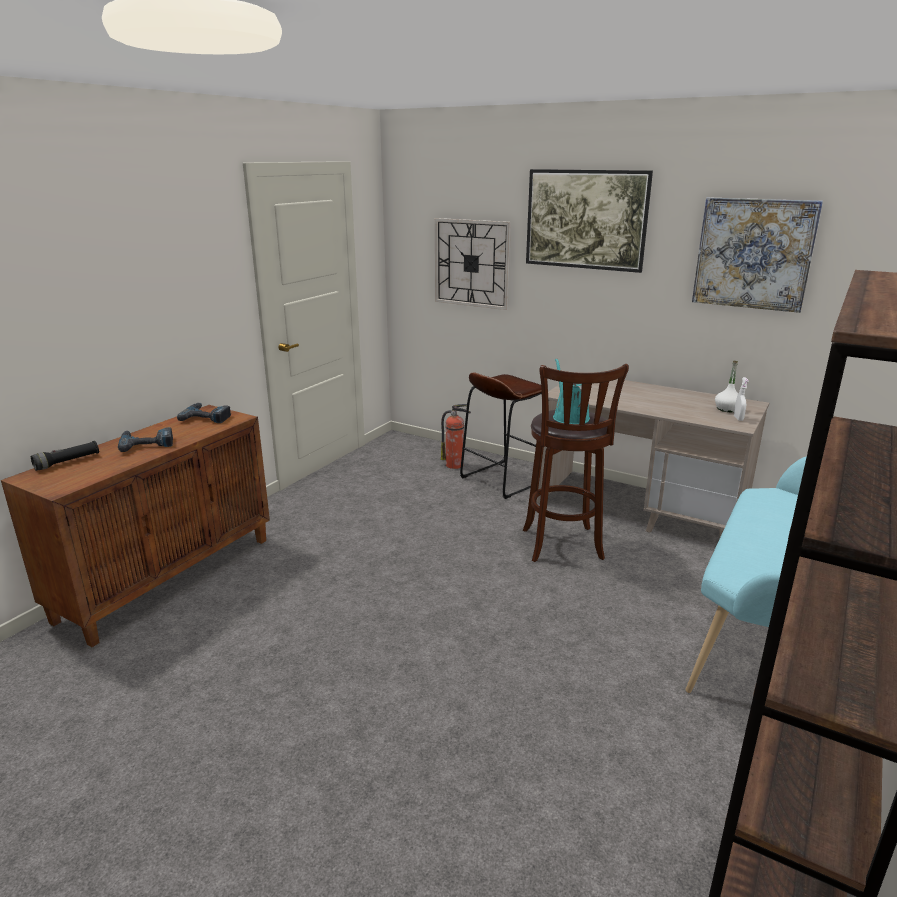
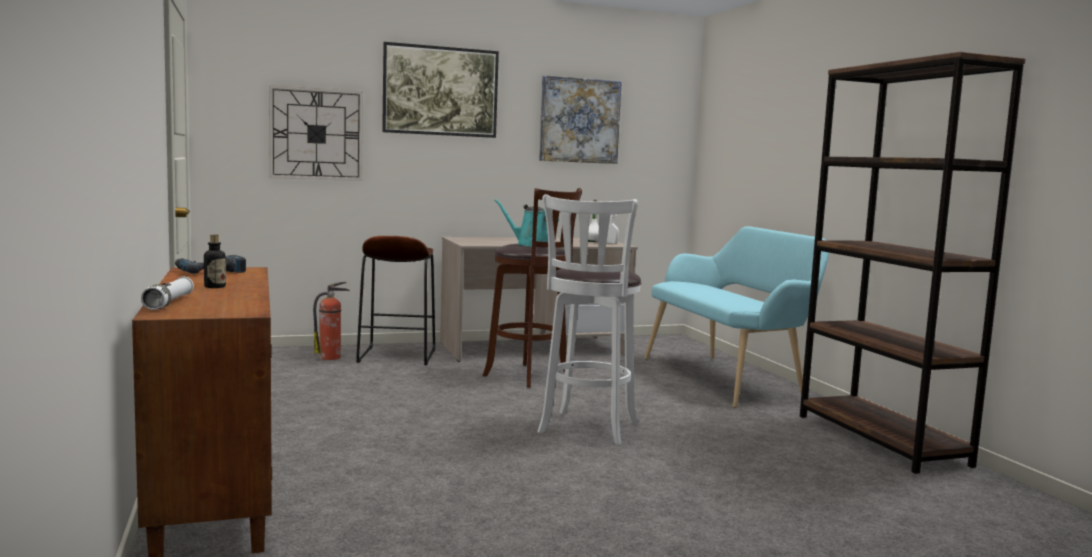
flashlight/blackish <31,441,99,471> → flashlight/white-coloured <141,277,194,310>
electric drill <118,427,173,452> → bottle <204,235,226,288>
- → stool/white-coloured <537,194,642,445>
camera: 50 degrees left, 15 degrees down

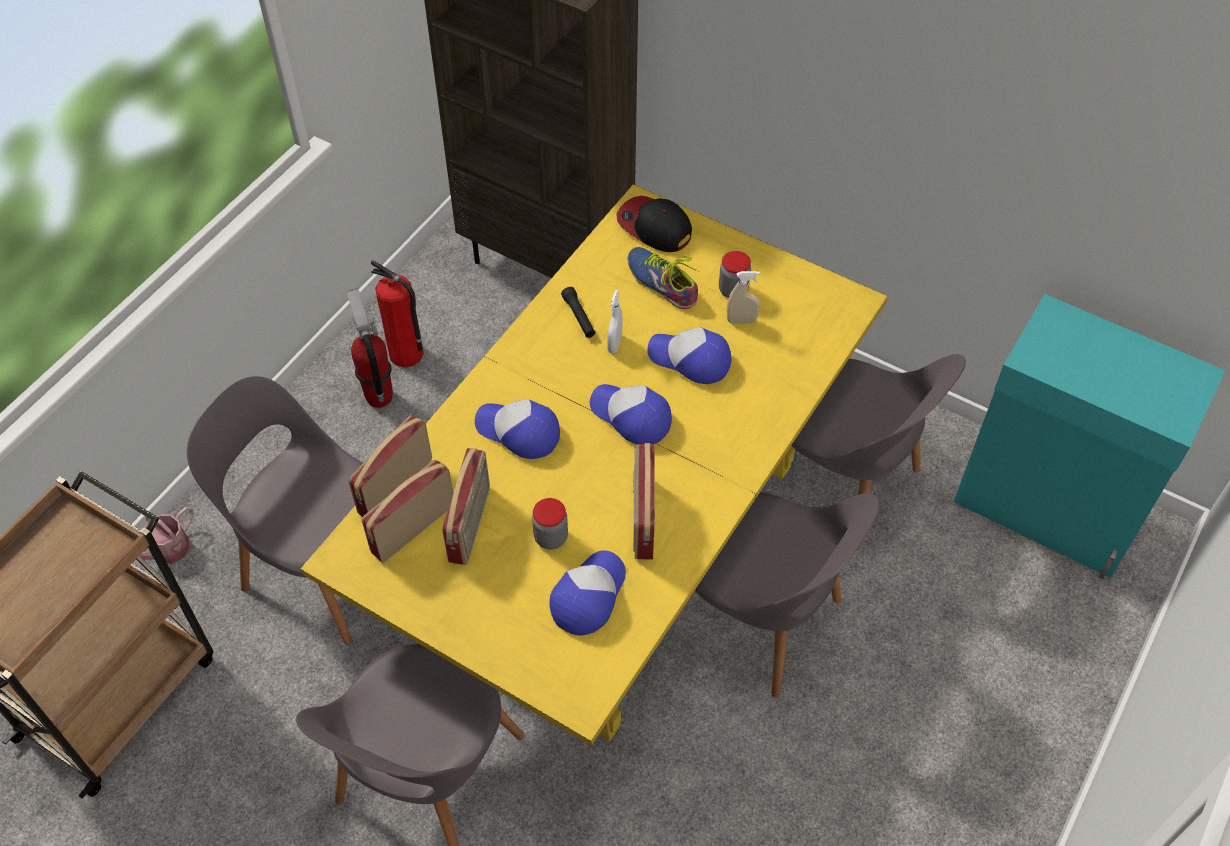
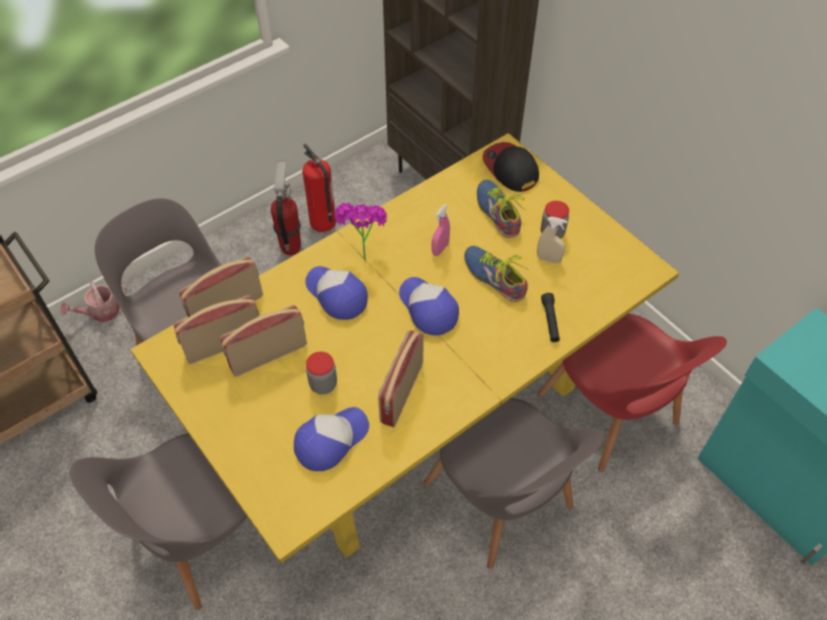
radio <442,448,490,565> → radio <220,305,307,377>, 150 degrees counterclockwise
flashlight/blackish <561,287,595,338> → flashlight/blackish <541,293,560,342>, move
hand sprayer/white-coloured <607,290,622,354> → hand sprayer/pinkish <432,204,450,256>
peaked cap <648,328,732,384> → low shoe <464,246,530,302>
chair/grey <791,354,966,550> → chair/red <538,313,727,472>
- → houseplant <334,203,387,260>
camera: 20 degrees right, 0 degrees up

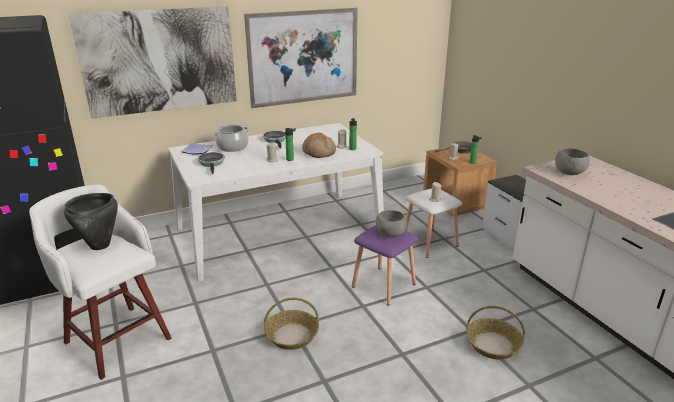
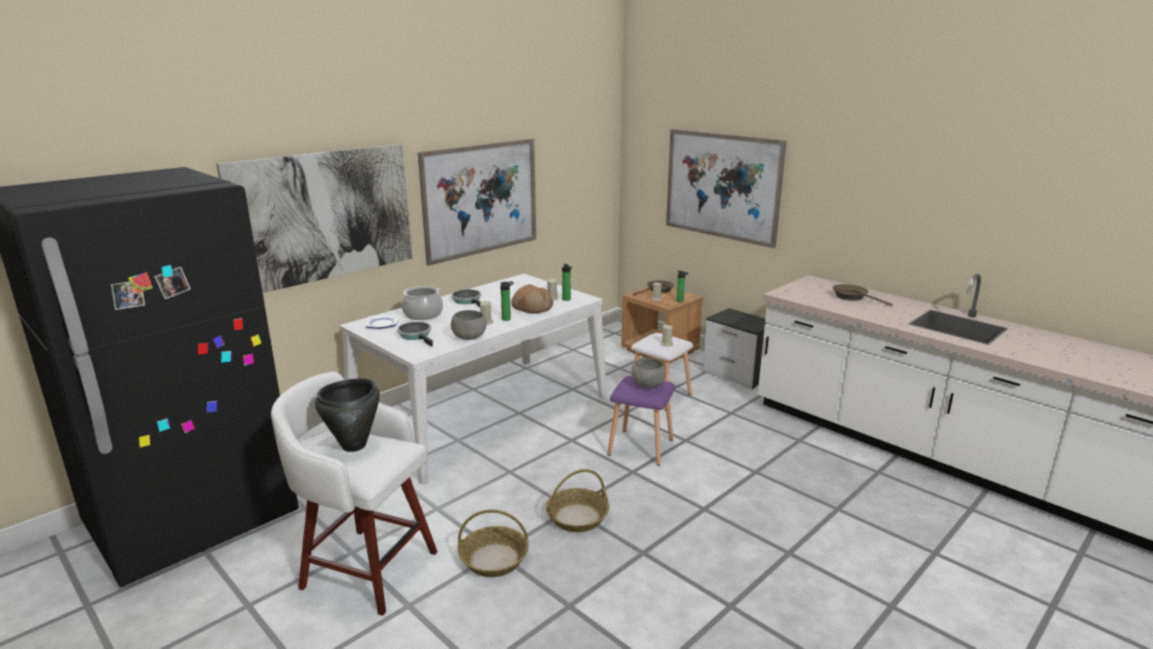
household basket <466,306,525,360> → household basket <458,509,528,577>, move
deep dish/grey <555,148,590,175> → deep dish/grey <451,310,487,340>, move
- → wall picture <666,129,787,248>
- → frying pan/brown <832,284,893,306>
camera: 20 degrees left, 5 degrees down

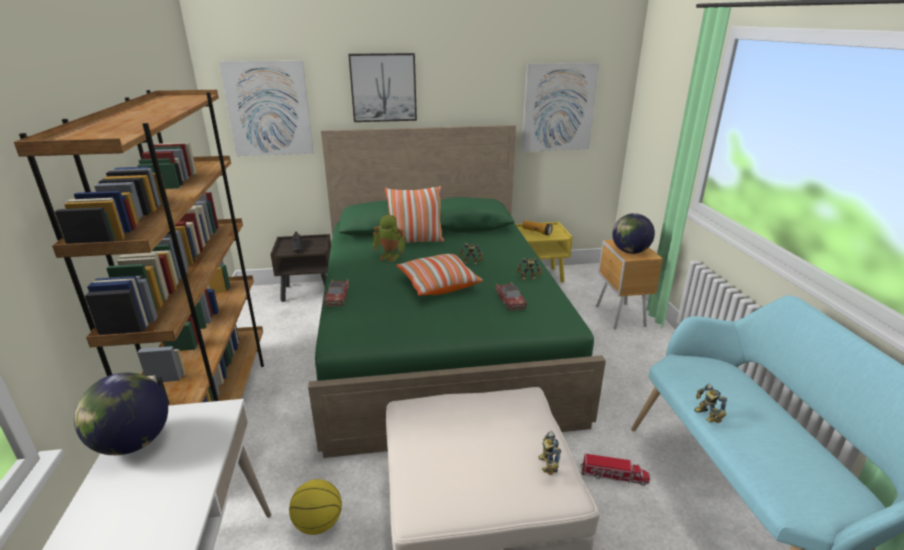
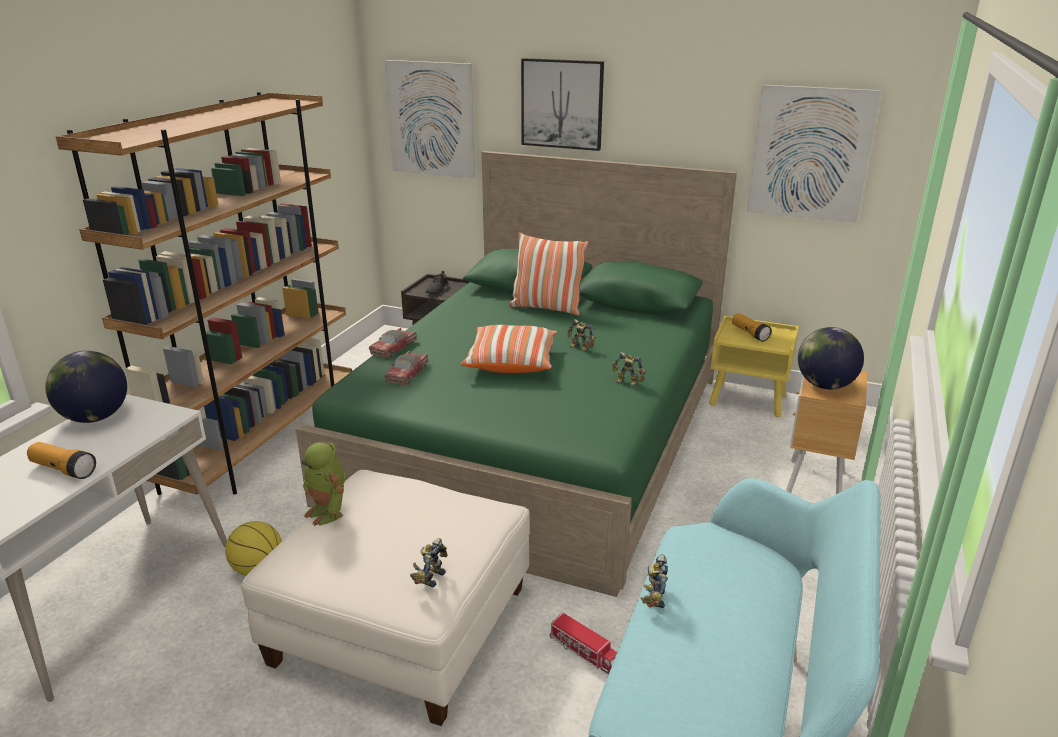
model robot <373,215,406,262> → model robot <301,442,345,526>, move
model car <495,282,527,311> → model car <384,351,428,385>, move
- → flashlight <27,442,96,479>
camera: 30 degrees right, 0 degrees up

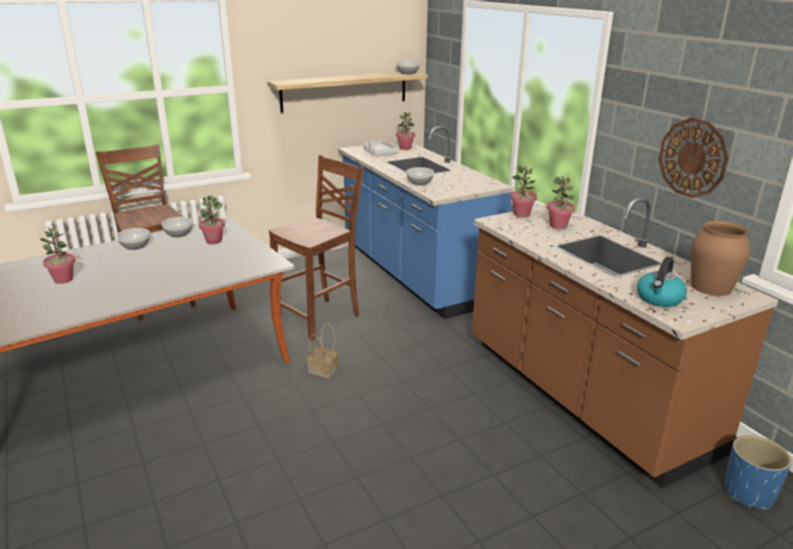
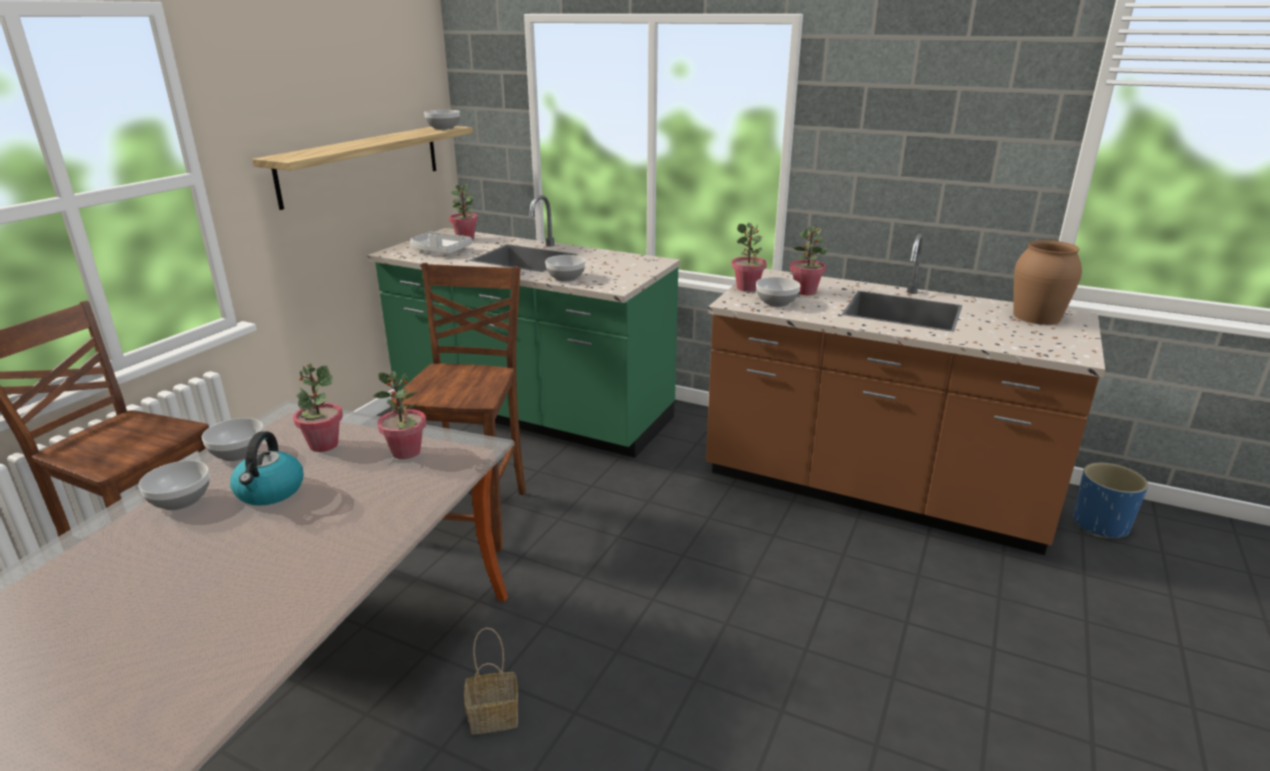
houseplant <40,227,76,284> → houseplant <373,371,426,459>, move
household basket <306,323,338,378> → household basket <464,627,518,734>, move
counter/bluish <338,126,514,319> → counter/green <367,195,680,458>
kettle <637,257,687,307> → kettle <230,431,304,506>, move
clock on the wall <658,118,729,198> → -
- → deep dish <756,277,801,307>
camera: 35 degrees left, 0 degrees up

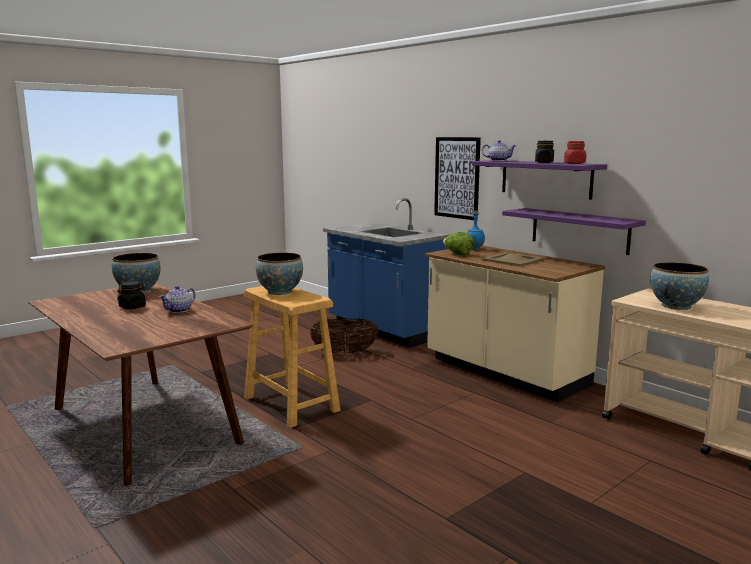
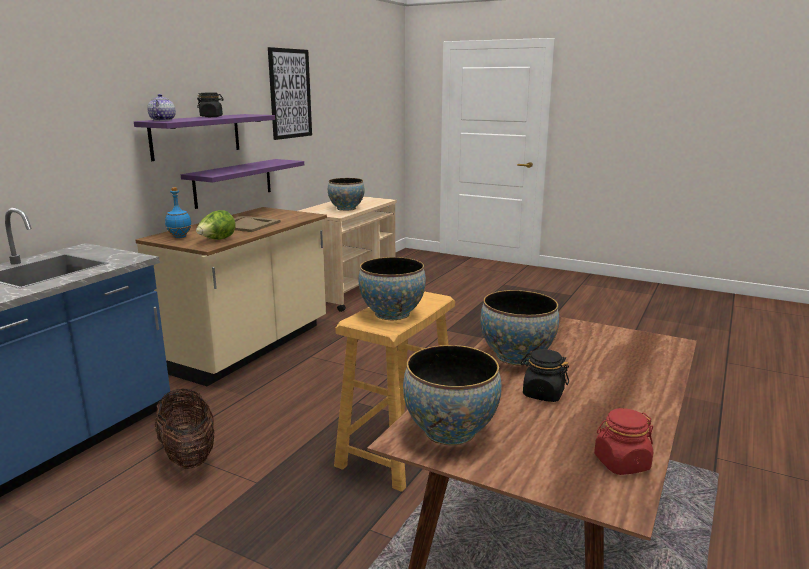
pot for tea <159,286,196,313> → deep dish <481,290,559,365>
wall picture <434,137,481,220> → wall picture <268,47,312,140>, move
storage jar/red <564,141,586,164> → storage jar/red <594,408,653,475>, move
camera: 110 degrees left, 5 degrees up

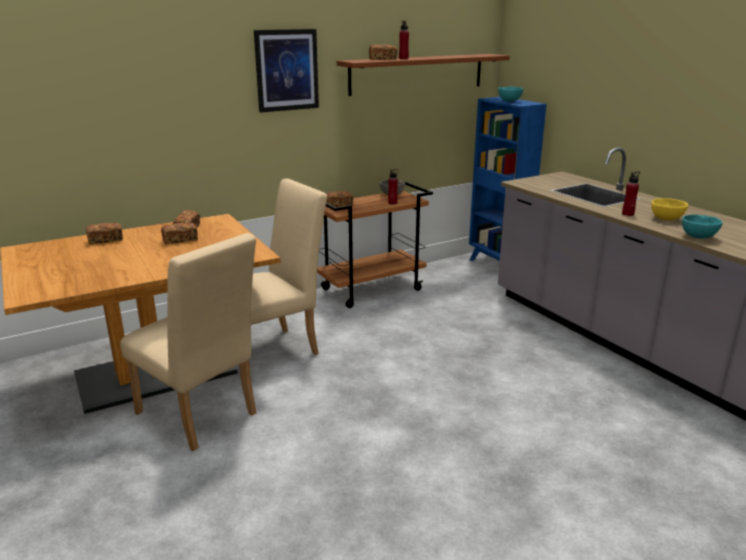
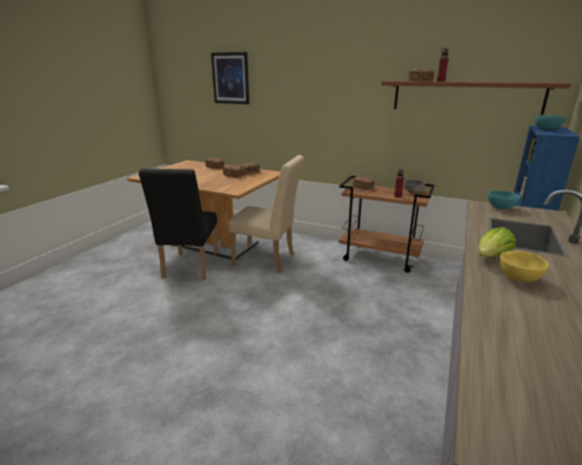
chair/beige-coloured <120,233,257,451> → chair/blackish <139,169,218,279>
wall picture <254,29,319,113> → wall picture <211,52,249,104>, move
bottle/red <622,171,640,216> → lettuce <477,227,516,257>
deep dish/turquoise <682,214,723,239> → deep dish/turquoise <488,191,520,209>, move
camera: 55 degrees right, 0 degrees up

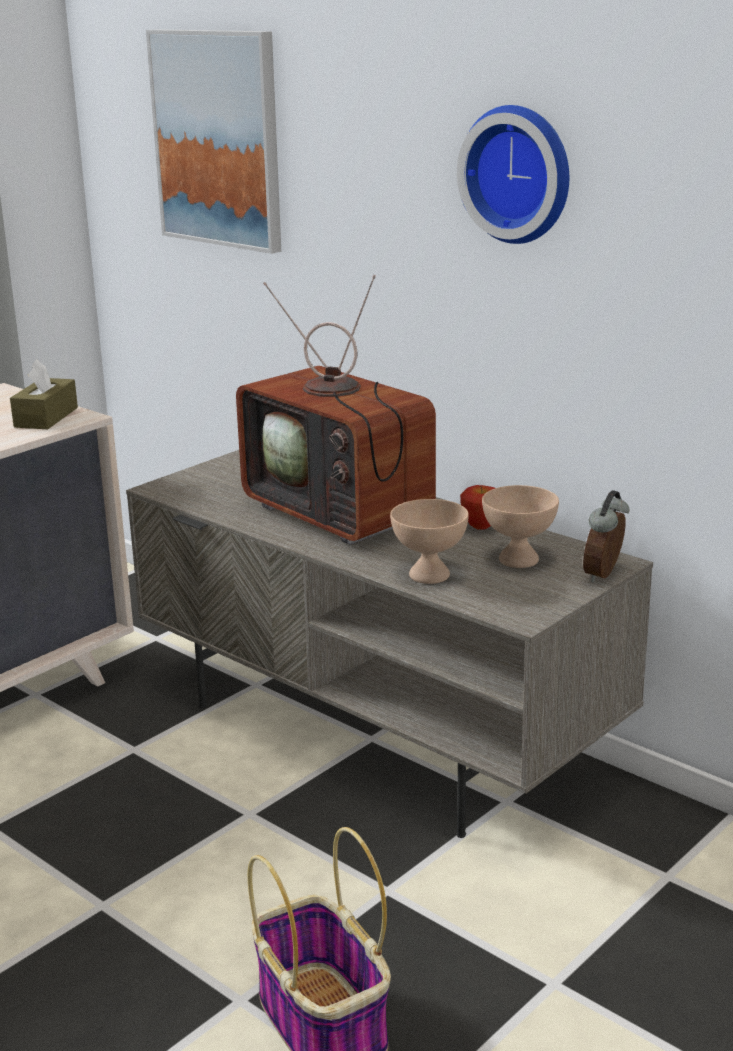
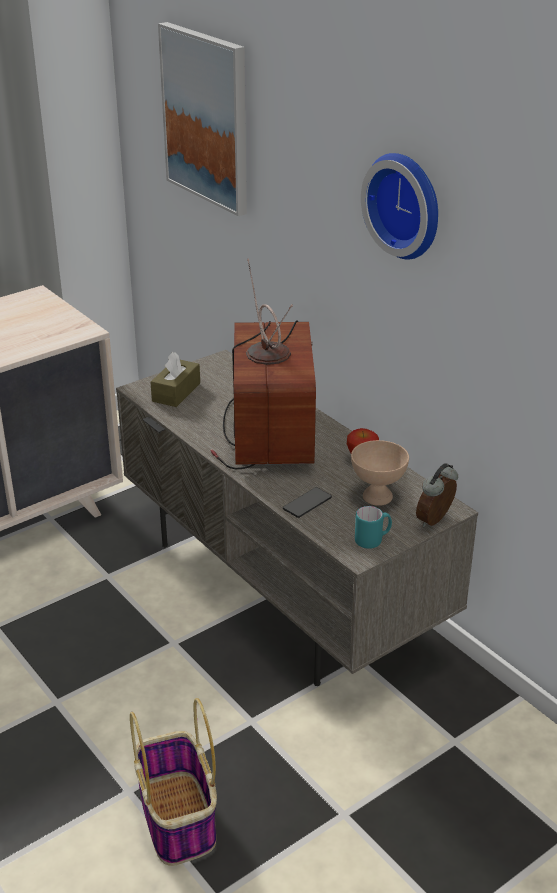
tissue holder/brown <10,359,78,429> → tissue holder/brown <150,352,200,407>, move
television <236,275,436,545> → television <210,258,316,469>, 150 degrees counterclockwise
deep dish/beige-coloured <390,499,469,584> → telephone <283,487,332,518>
- → tea mug/turquoise <355,506,392,549>
camera: 10 degrees right, 10 degrees up

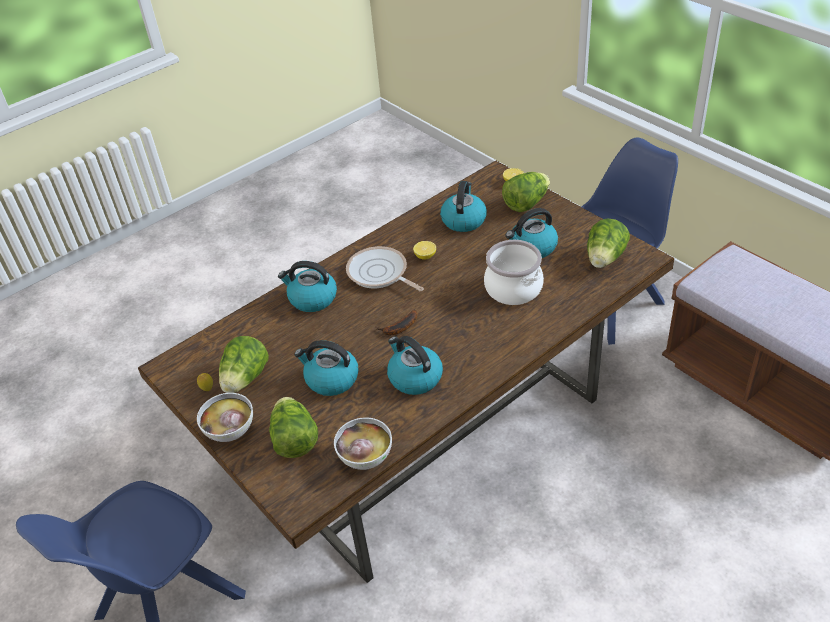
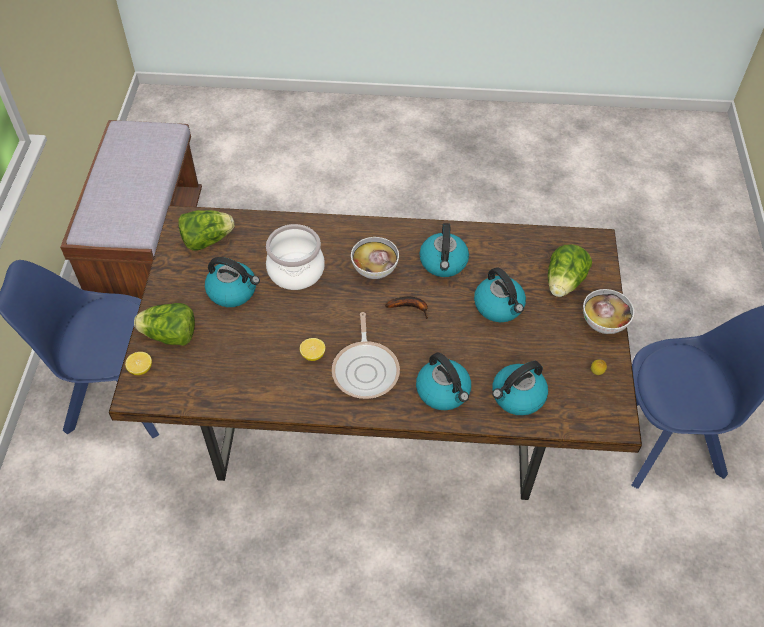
lettuce <219,336,269,393> → -
deep dish <334,418,392,470> → deep dish <351,237,399,279>, move
kettle <440,181,487,232> → kettle <492,361,548,416>, move
camera: 140 degrees left, 10 degrees up

